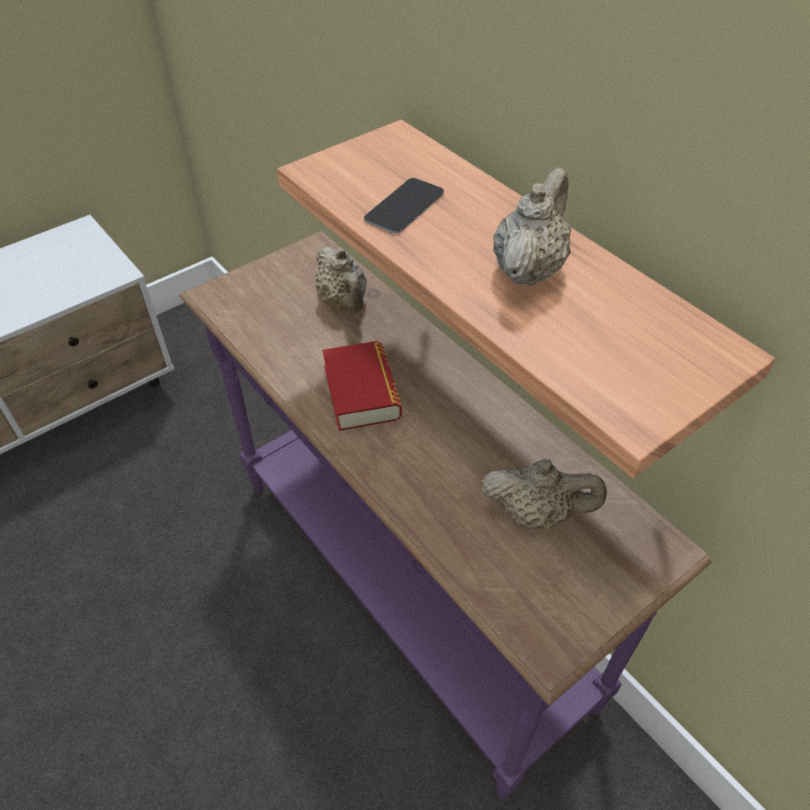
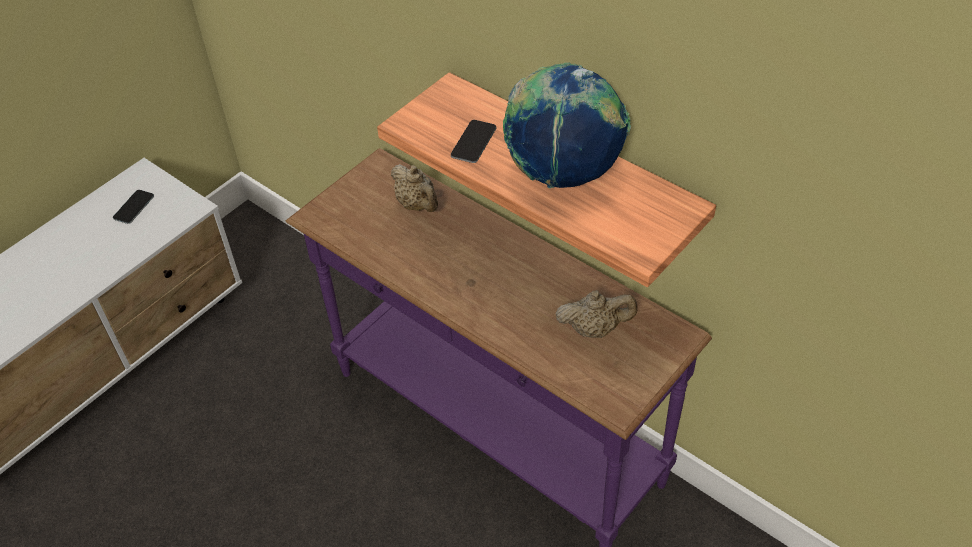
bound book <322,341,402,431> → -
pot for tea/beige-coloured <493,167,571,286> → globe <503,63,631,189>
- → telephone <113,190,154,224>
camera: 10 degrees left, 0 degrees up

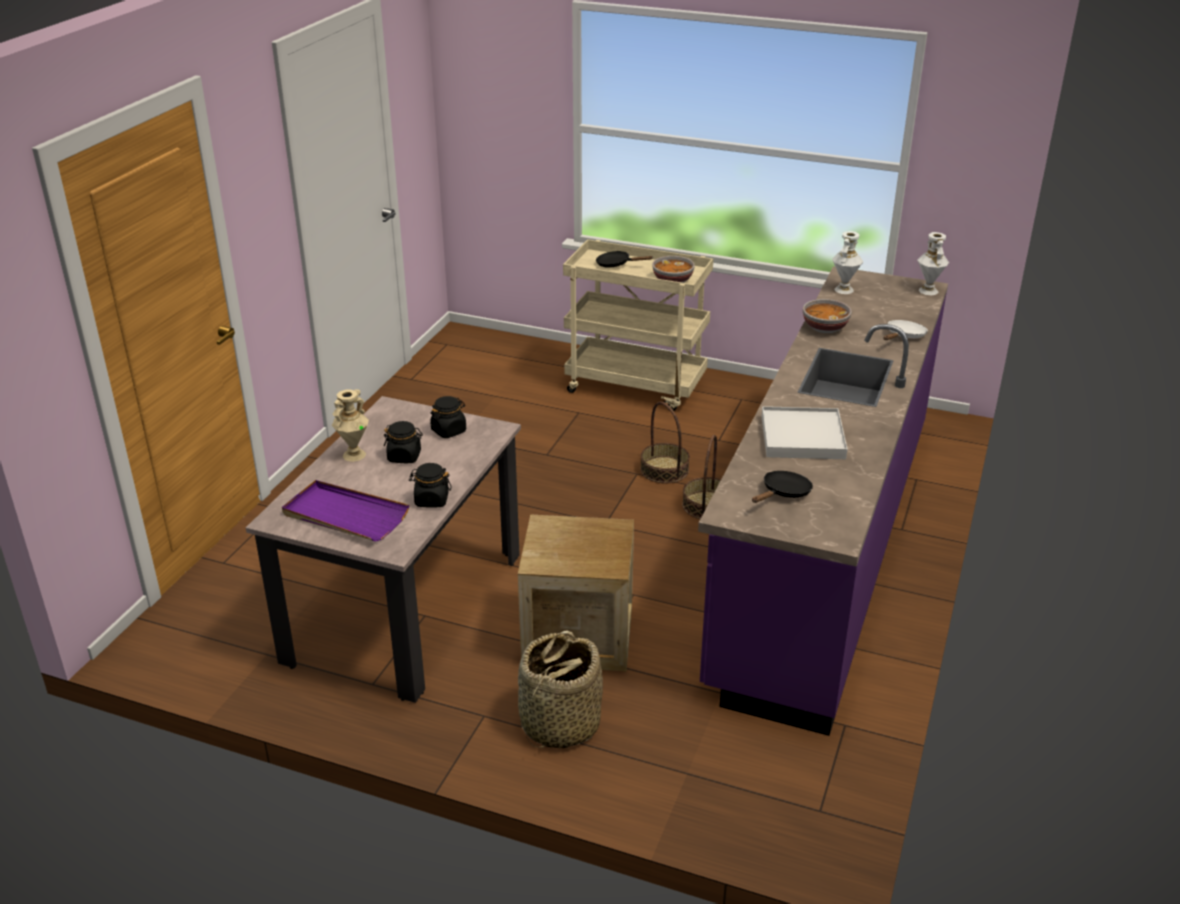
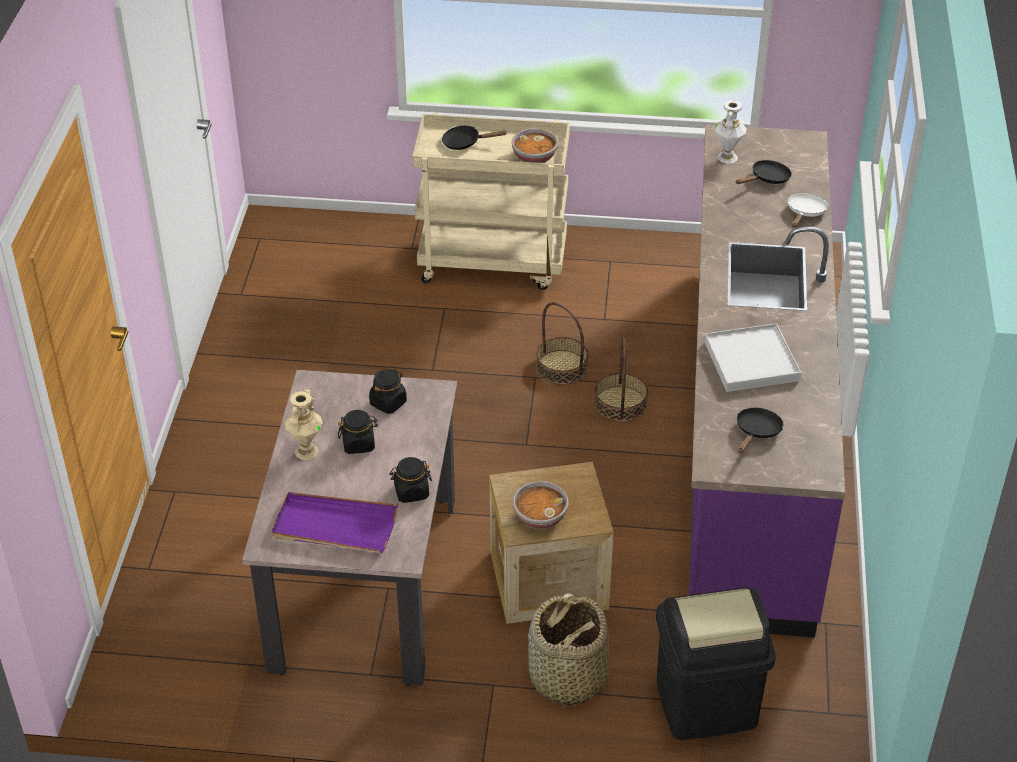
deep dish <803,299,852,333> → deep dish <513,481,569,529>, move
flower vase/white-coloured <917,232,949,295> → -
- → waste bin/blackish <656,587,776,740>
- → frying pan/blackish <735,160,792,184>
camera: 15 degrees left, 10 degrees up

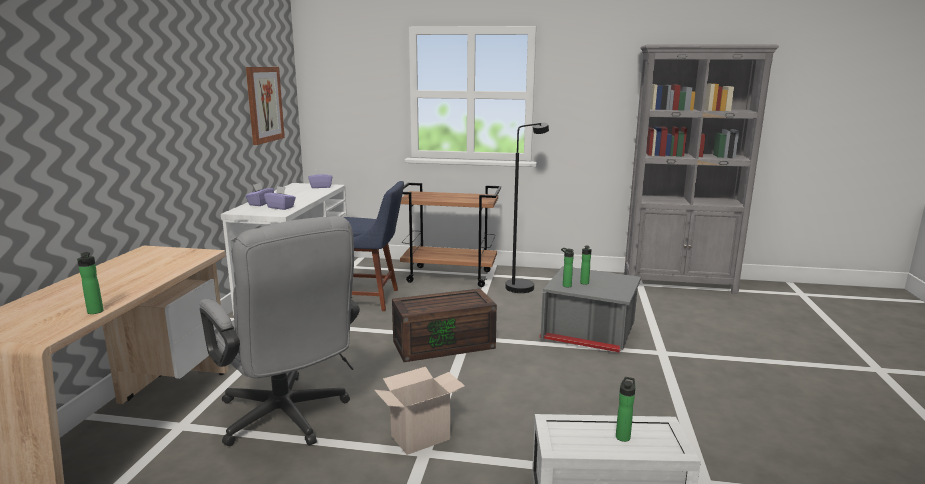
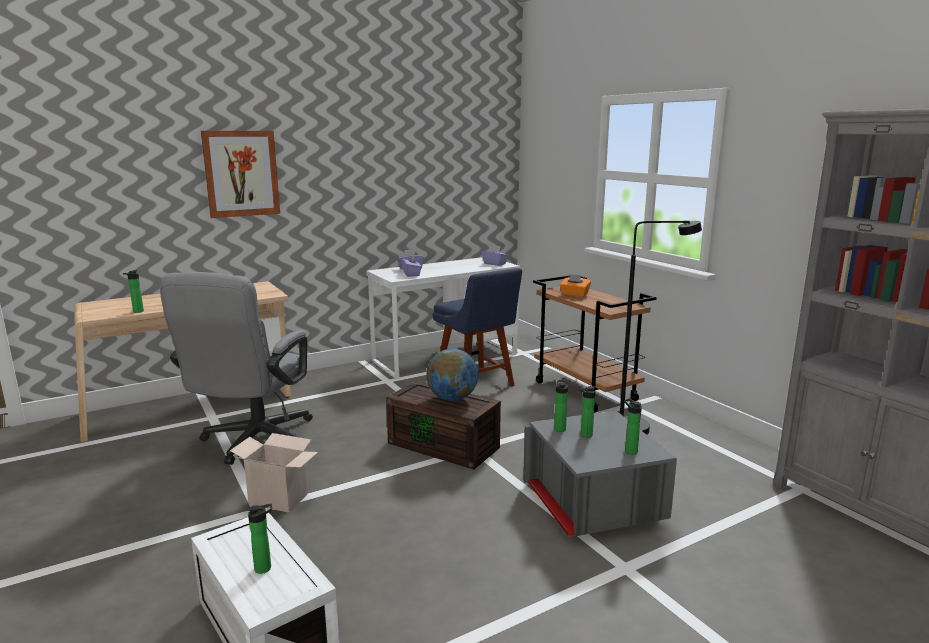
wall picture <246,67,285,145> → wall picture <201,131,280,218>, move
- → globe <426,349,479,401>
- → tissue holder/orange-coloured <560,274,591,297>
- → bottle <624,399,642,455>
camera: 50 degrees right, 0 degrees up

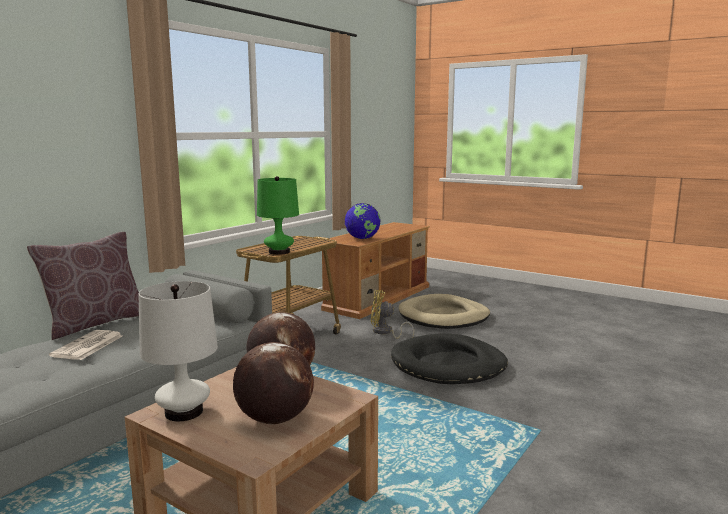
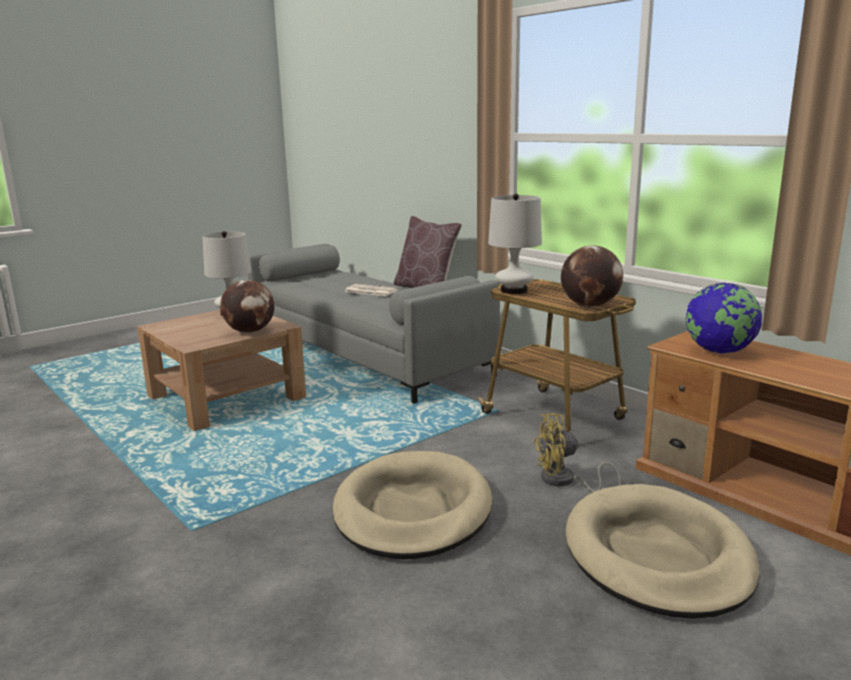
globe <233,342,314,425> → globe <561,245,623,307>, move
tabletop lamp/green <257,176,299,255> → tabletop lamp/white-coloured <488,194,542,294>
fan/yellow <371,290,414,339> → fan/yellow <533,413,621,493>, 120 degrees counterclockwise
dog cushion/blackish <391,333,508,384> → dog cushion/beige-coloured <333,451,492,559>
camera: 105 degrees right, 5 degrees up

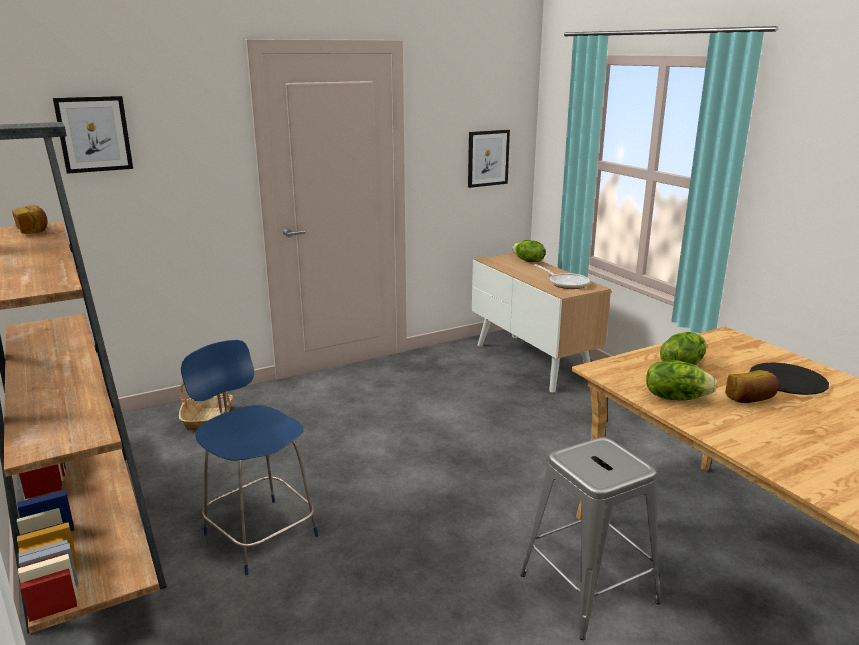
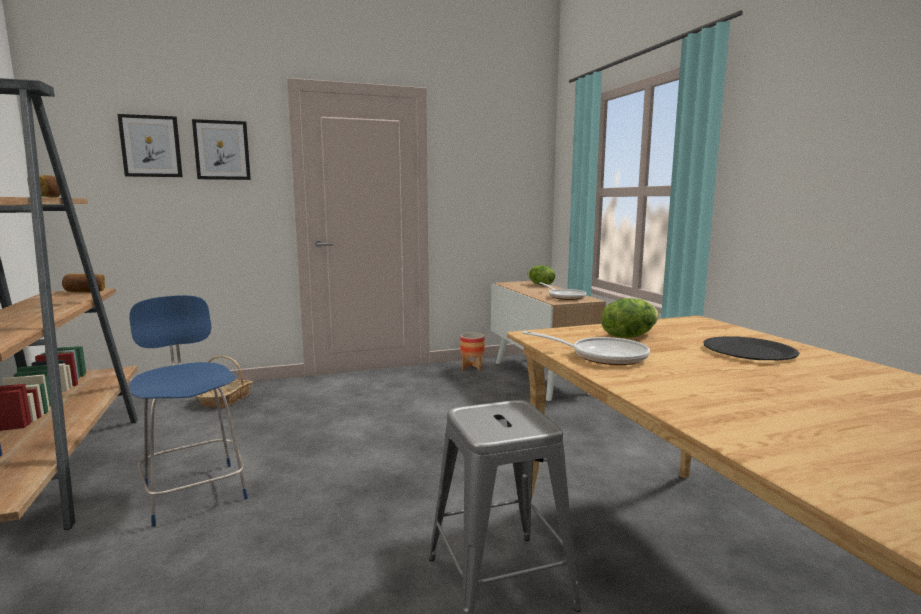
wall picture <468,130,510,188> → wall picture <192,119,251,180>, move
lettuce <646,360,717,401> → frying pan <522,331,650,365>
baked bread <725,370,779,403> → baked bread <62,274,105,292>, move
- → flower pot <460,332,485,371>
camera: 10 degrees right, 10 degrees down

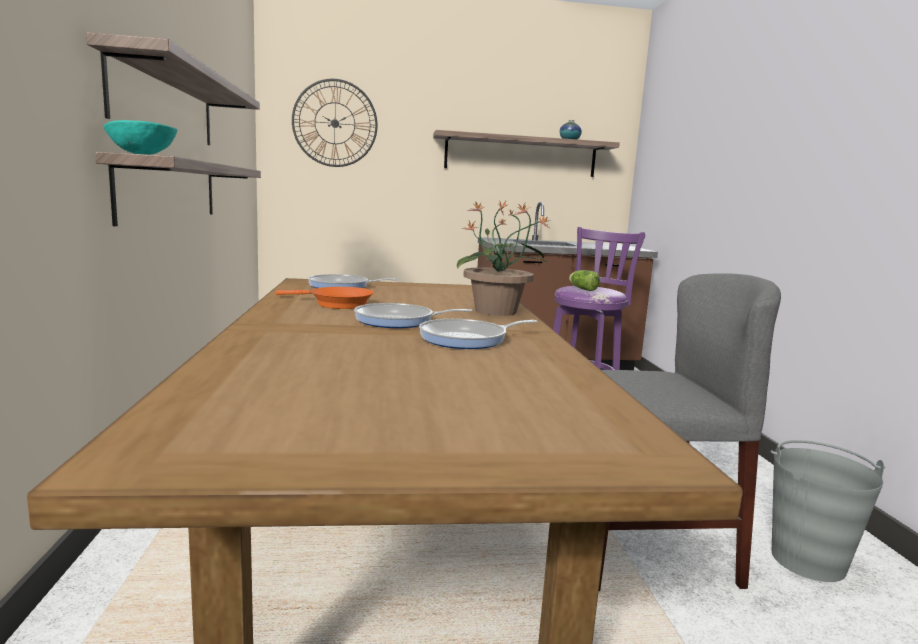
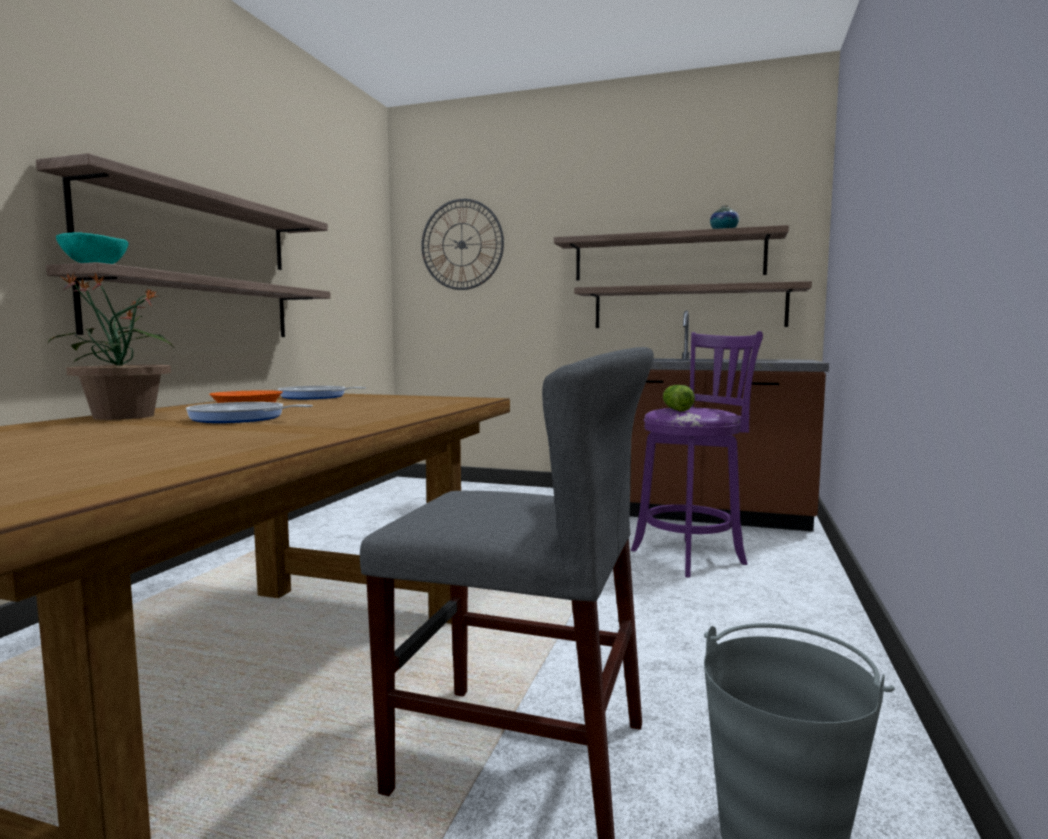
frying pan <419,319,538,349> → -
houseplant <457,201,549,316> → houseplant <47,273,174,420>, move
- → bracket shelf <574,281,812,328>
camera: 25 degrees right, 5 degrees down

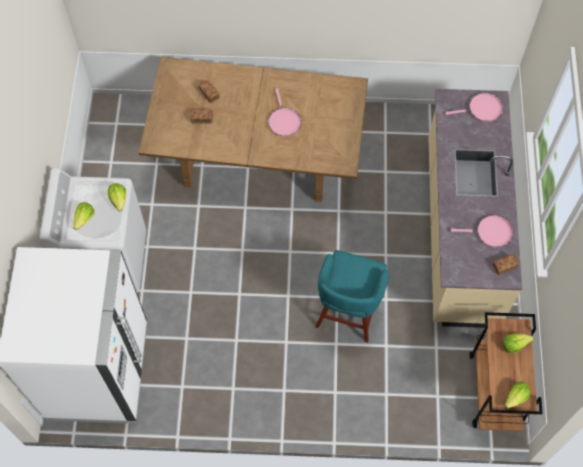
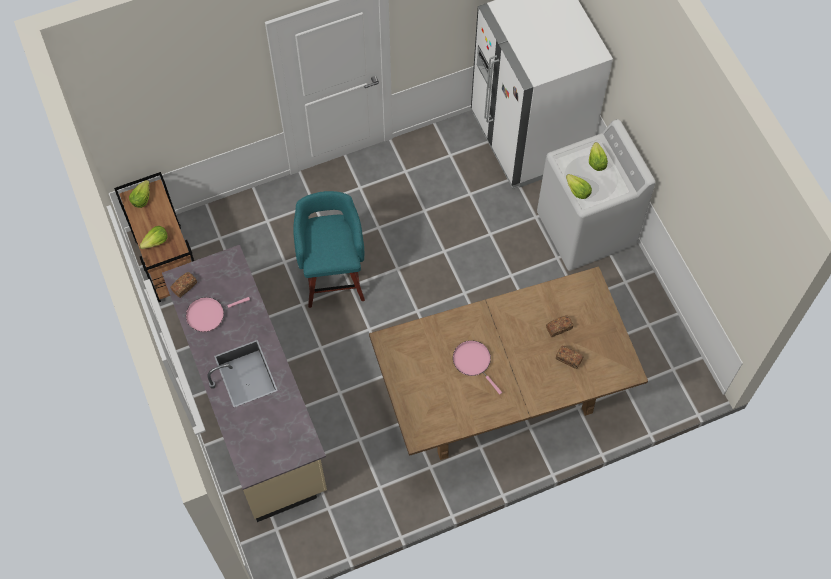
frying pan/pinkish <445,93,503,122> → -
camera: 155 degrees right, 0 degrees up

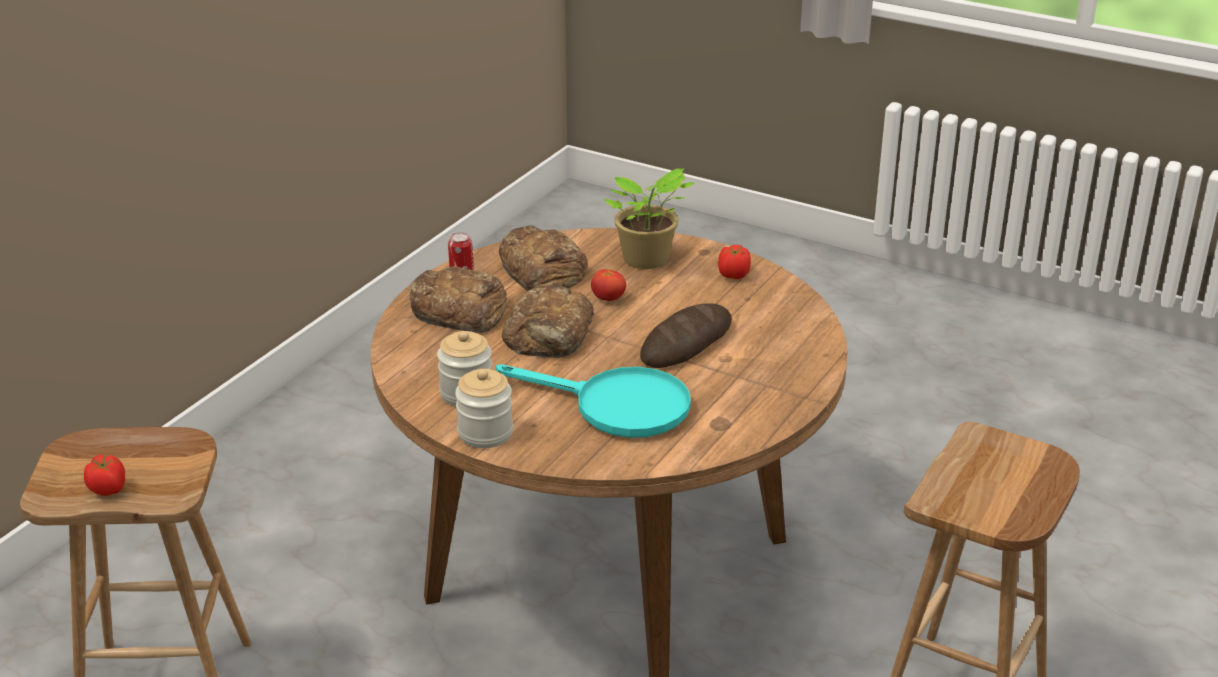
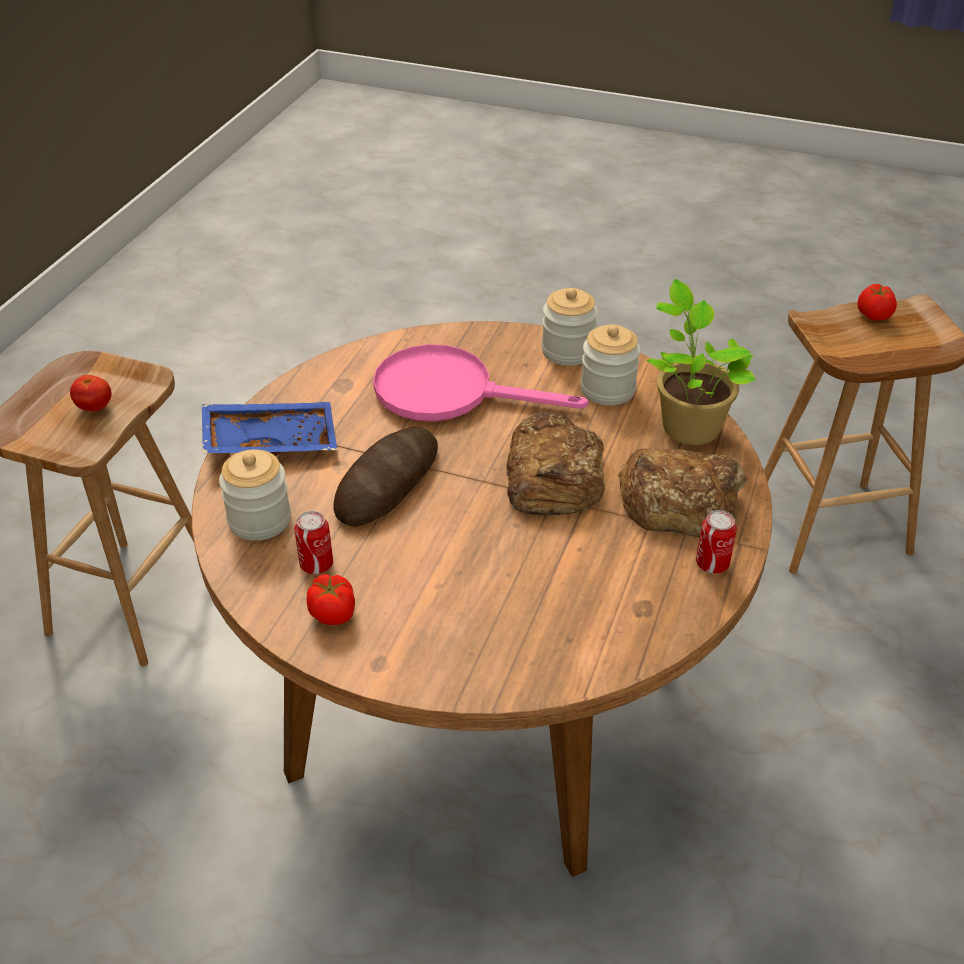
frying pan/turquoise <496,364,691,438> → frying pan/pinkish <373,344,588,422>
baked bread <499,225,588,292> → -
fresh tomato <591,269,626,301> → fresh tomato <70,375,111,411>, move
houseplant <604,168,695,269> → houseplant <647,279,756,445>, move
- → tray/bluish <202,402,337,456>
- → storage jar <219,449,291,541>
- → metal can <294,511,333,574>
camera: 170 degrees right, 10 degrees up

